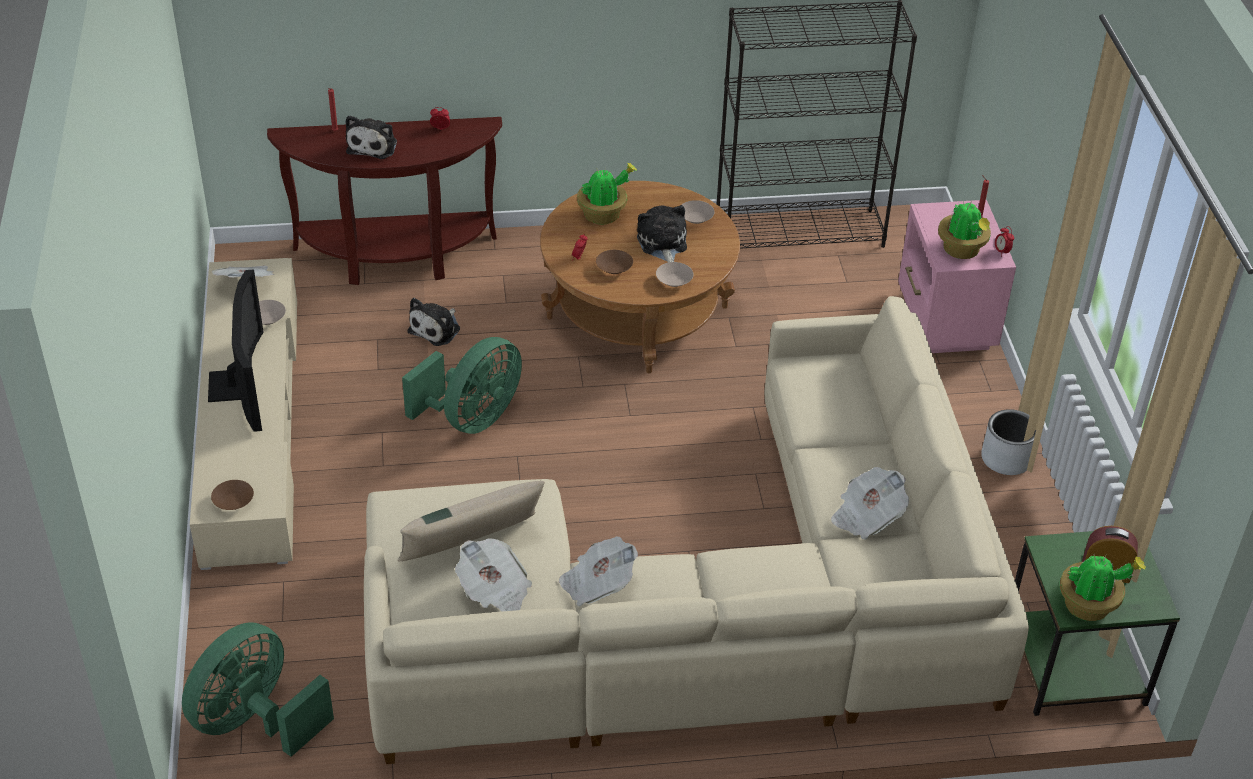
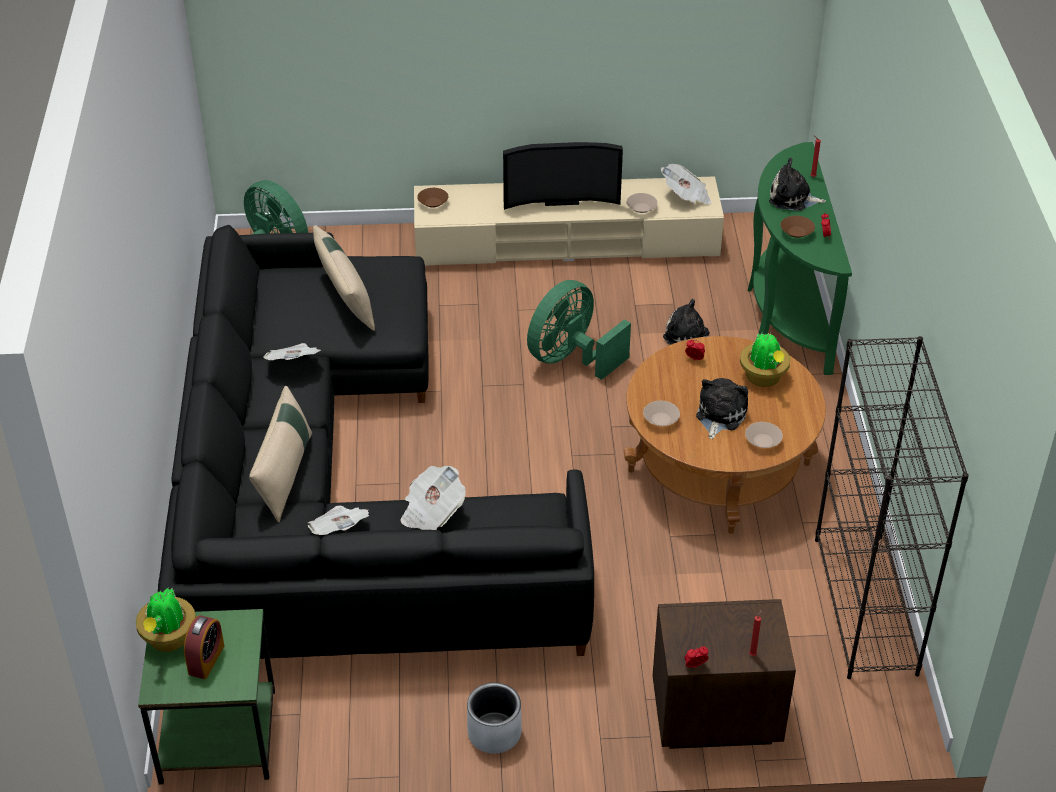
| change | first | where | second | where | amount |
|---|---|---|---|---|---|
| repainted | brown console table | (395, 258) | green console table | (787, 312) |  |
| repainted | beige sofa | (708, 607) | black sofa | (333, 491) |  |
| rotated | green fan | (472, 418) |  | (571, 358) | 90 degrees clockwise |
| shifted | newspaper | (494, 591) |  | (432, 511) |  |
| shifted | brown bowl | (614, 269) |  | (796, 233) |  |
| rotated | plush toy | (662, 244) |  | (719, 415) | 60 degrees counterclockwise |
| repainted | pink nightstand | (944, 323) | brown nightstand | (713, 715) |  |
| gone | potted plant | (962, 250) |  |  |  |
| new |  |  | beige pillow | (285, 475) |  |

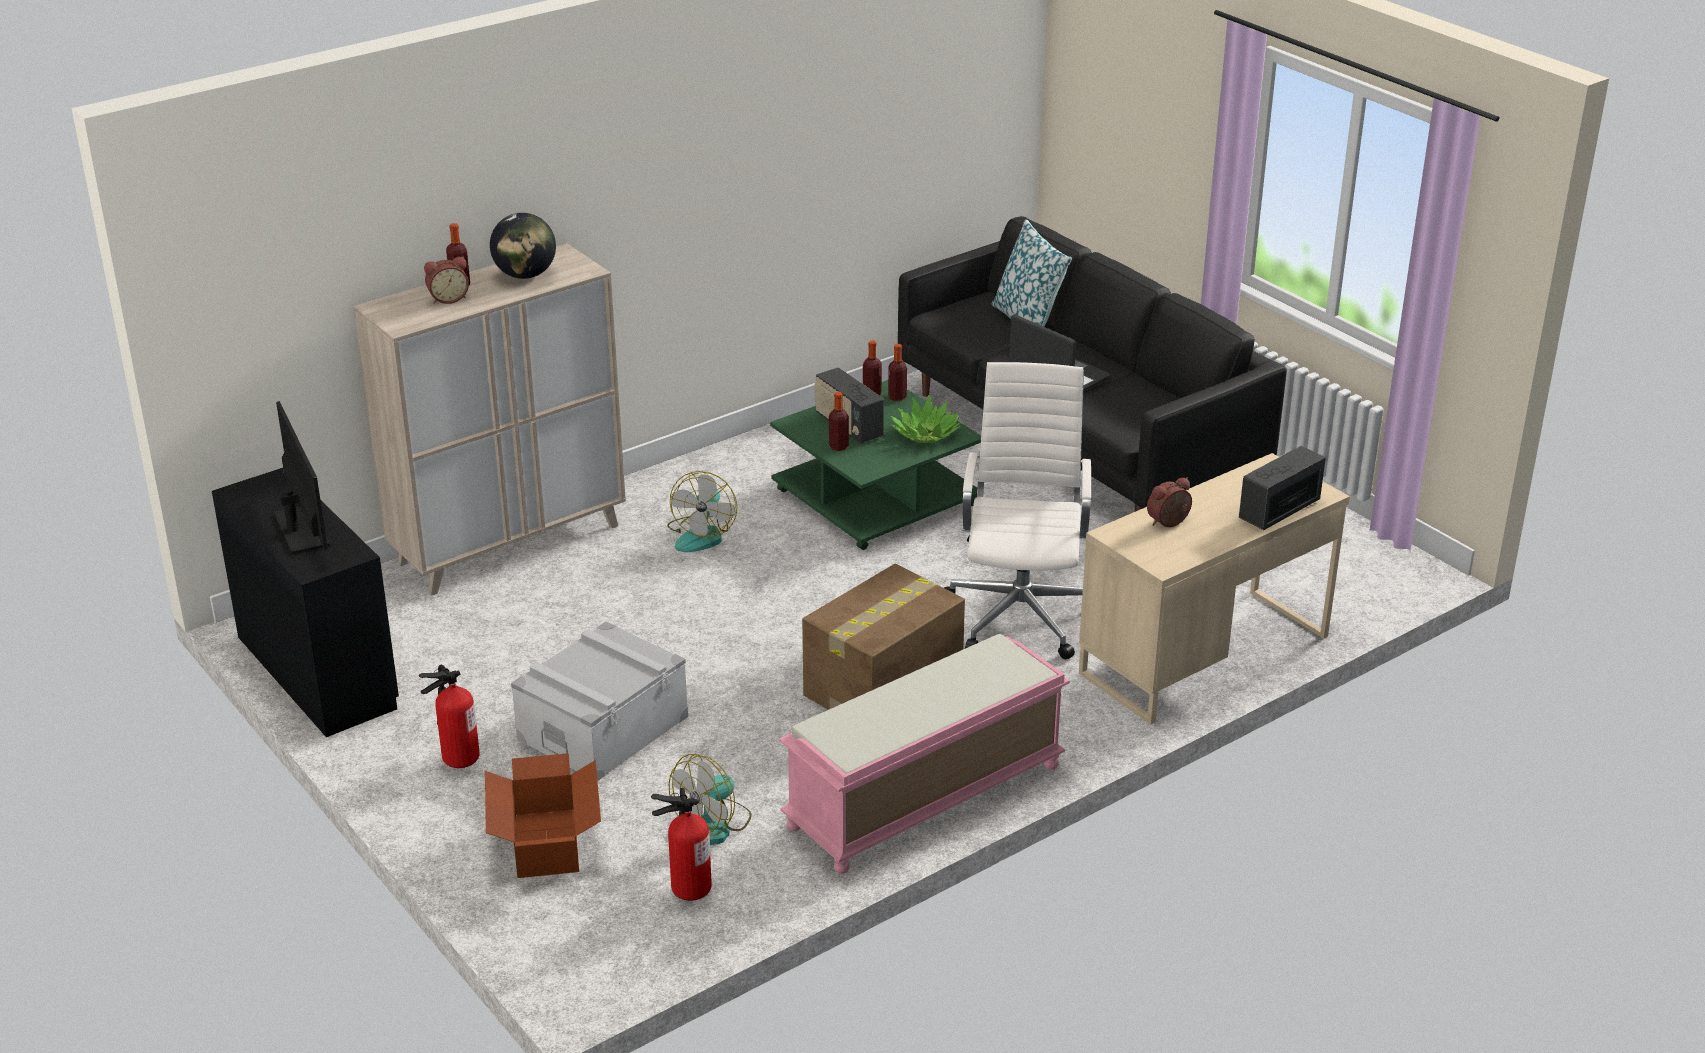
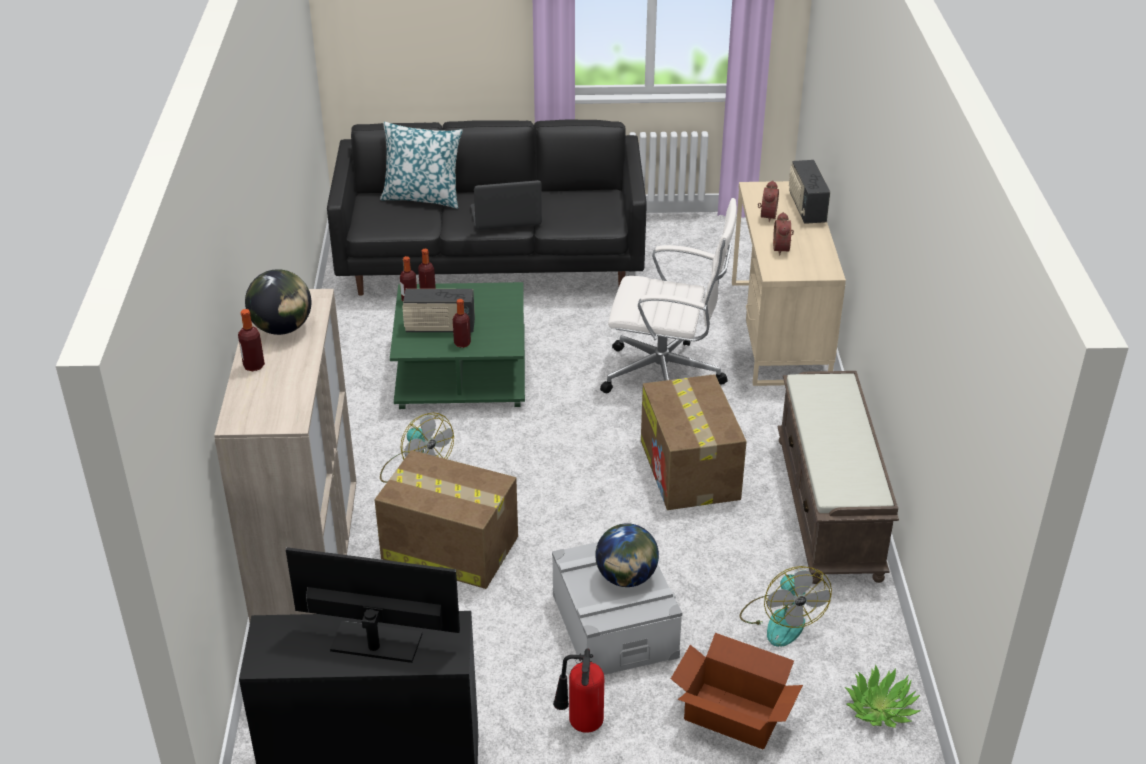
| change | first | where | second | where | amount |
|---|---|---|---|---|---|
| shifted | alarm clock | (448, 298) |  | (766, 215) |  |
| gone | fire extinguisher | (688, 888) |  |  |  |
| repainted | pink bench | (924, 798) | brown bench | (830, 508) |  |
| shifted | potted plant | (925, 434) |  | (880, 708) |  |
| rotated | white office chair | (1022, 613) |  | (666, 376) | 150 degrees clockwise |
| new |  |  | cardboard box | (448, 547) |  |
| new |  |  | globe | (626, 578) |  |

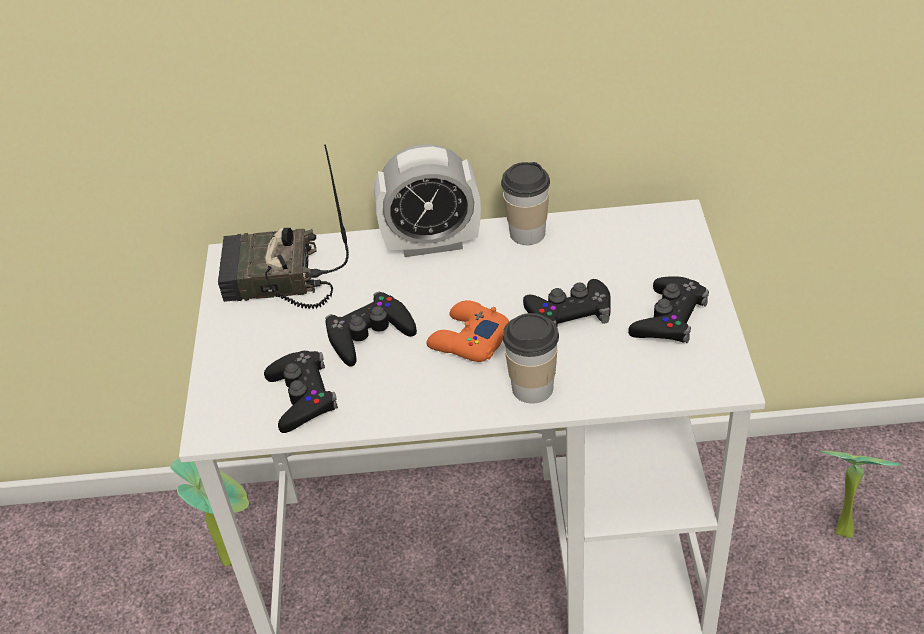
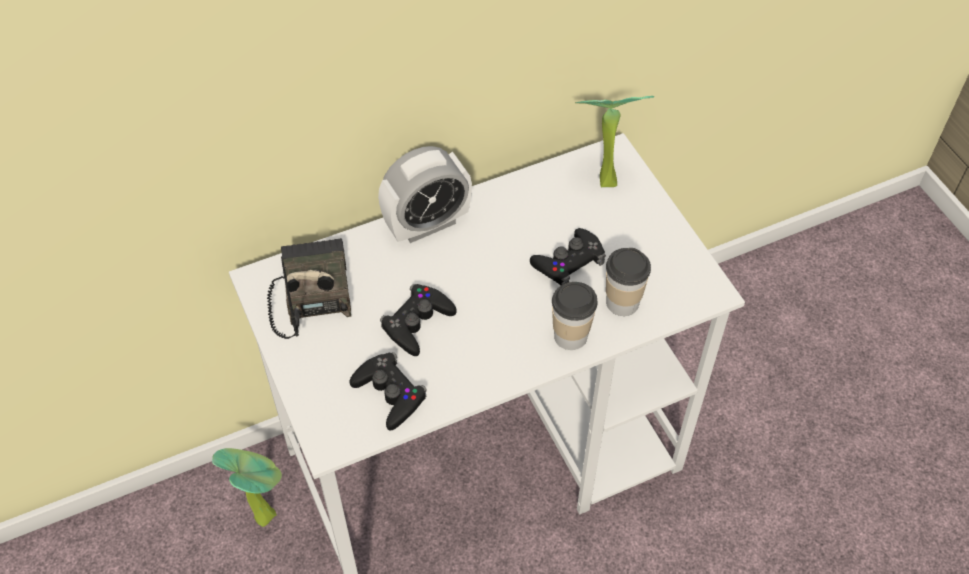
| change | first | where | second | where | amount |
|---|---|---|---|---|---|
| rotated | radio | (275, 282) |  | (310, 293) | 105 degrees clockwise |
| gone | orange game controller | (468, 339) |  |  |  |
| shifted | cup | (527, 233) |  | (622, 302) |  |
| gone | black game controller | (669, 318) |  |  |  |
| shifted | potted plant | (840, 525) |  | (602, 178) |  |

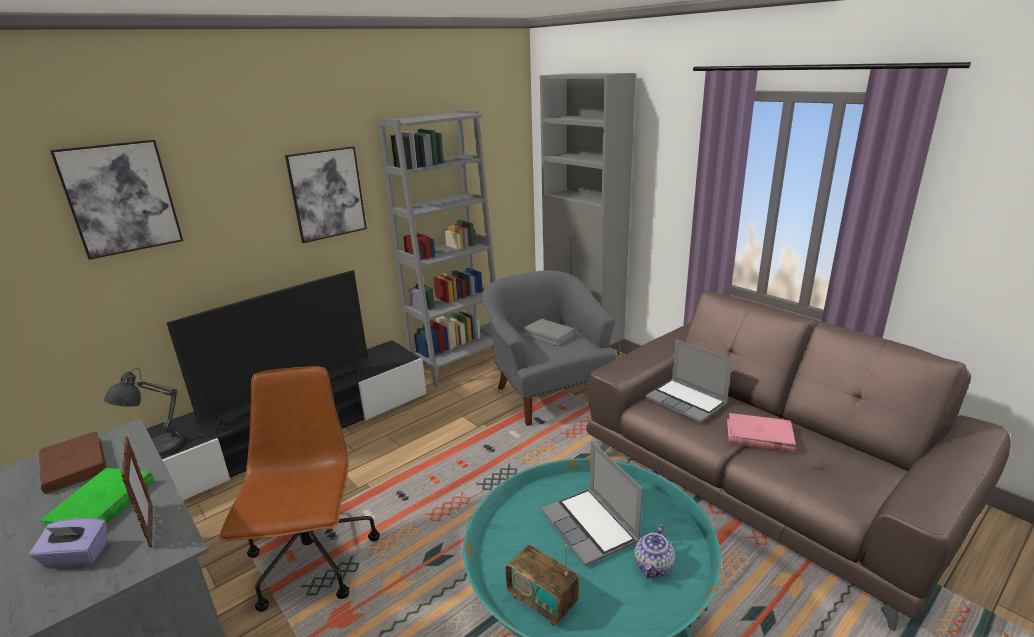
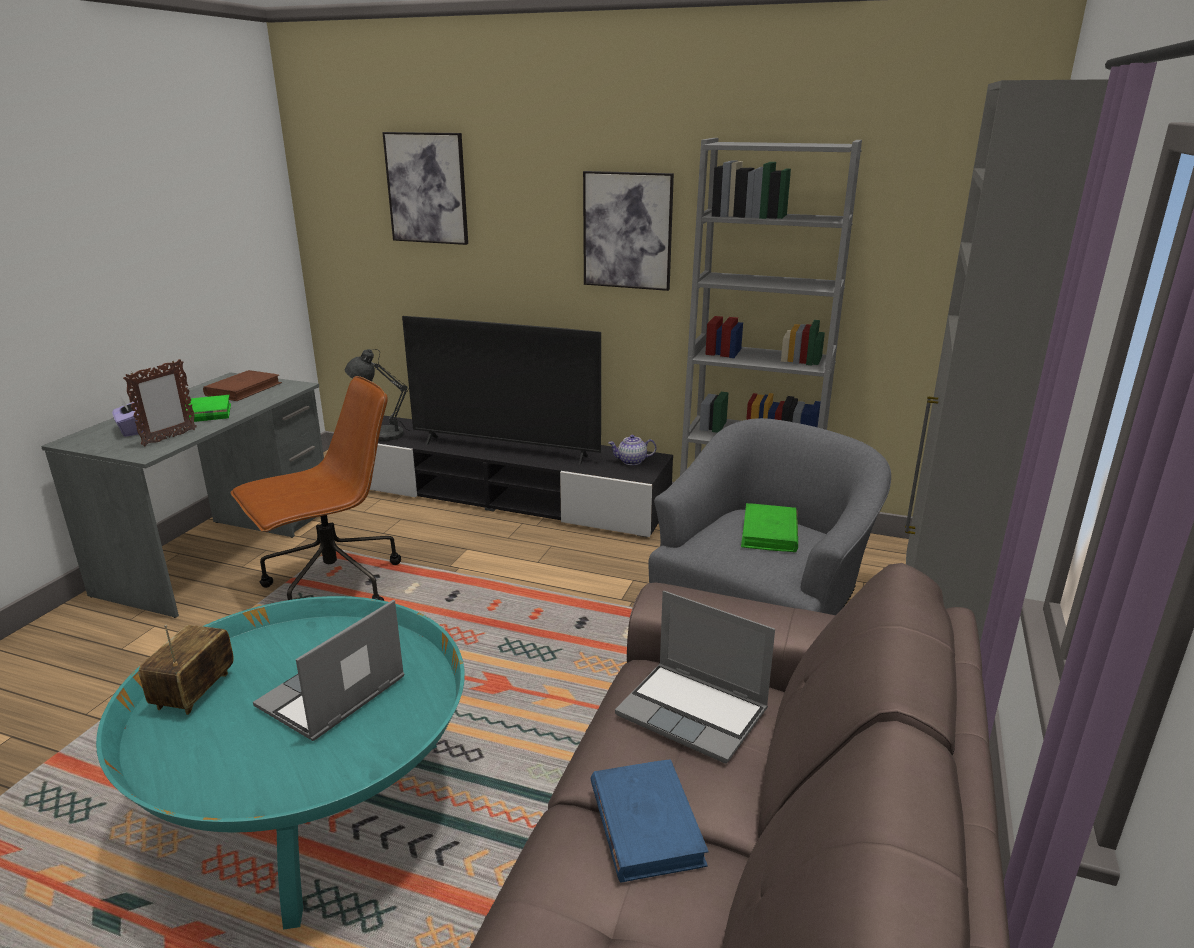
| change | first | where | second | where | amount |
|---|---|---|---|---|---|
| repainted | grey book | (549, 334) | green book | (769, 532) |  |
| shifted | teapot | (654, 566) |  | (631, 461) |  |
| rotated | laptop | (687, 401) |  | (694, 713) | 75 degrees counterclockwise |
| repainted | pink book | (759, 436) | blue book | (646, 823) |  |

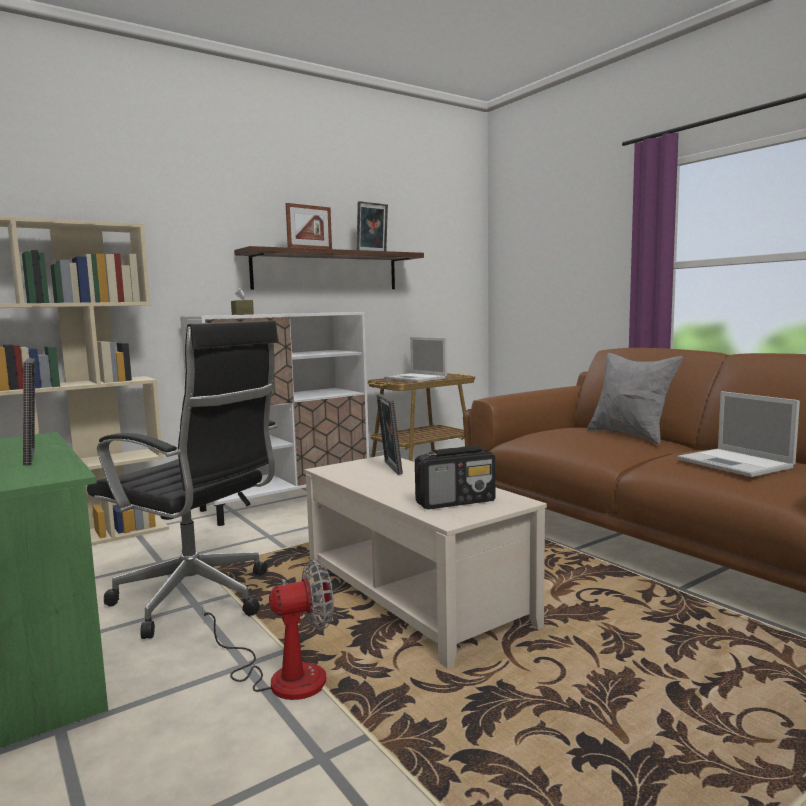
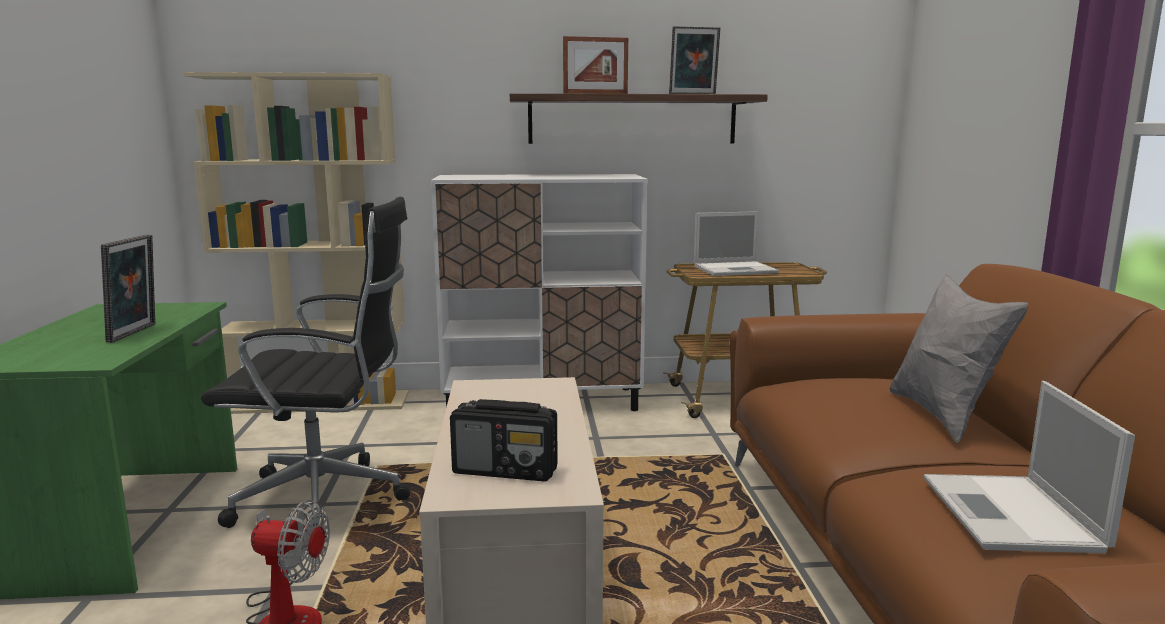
| change | first | where | second | where | amount |
|---|---|---|---|---|---|
| rotated | black office chair | (199, 600) |  | (328, 500) | 60 degrees counterclockwise |
| gone | brown tissue box | (242, 314) |  |  |  |
| gone | picture frame | (390, 468) |  |  |  |
| rotated | laptop | (416, 378) |  | (736, 269) | 90 degrees counterclockwise |

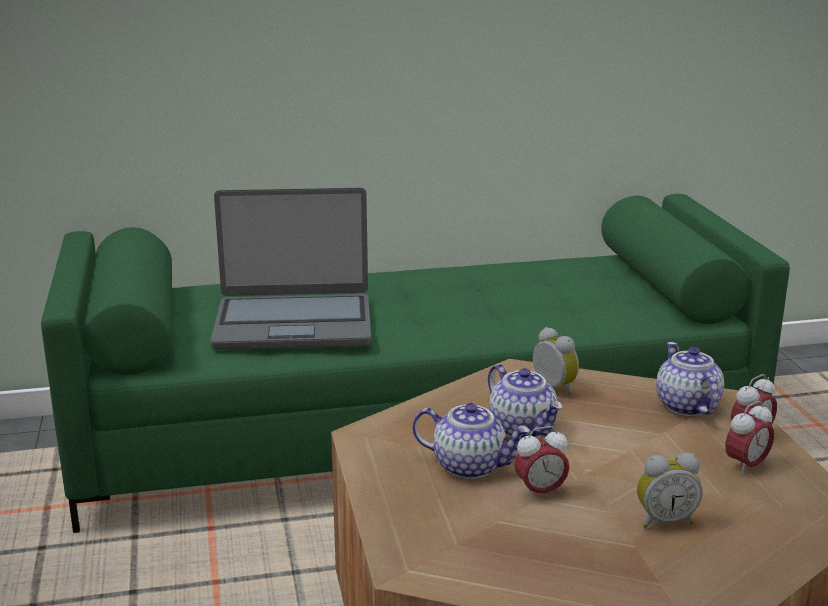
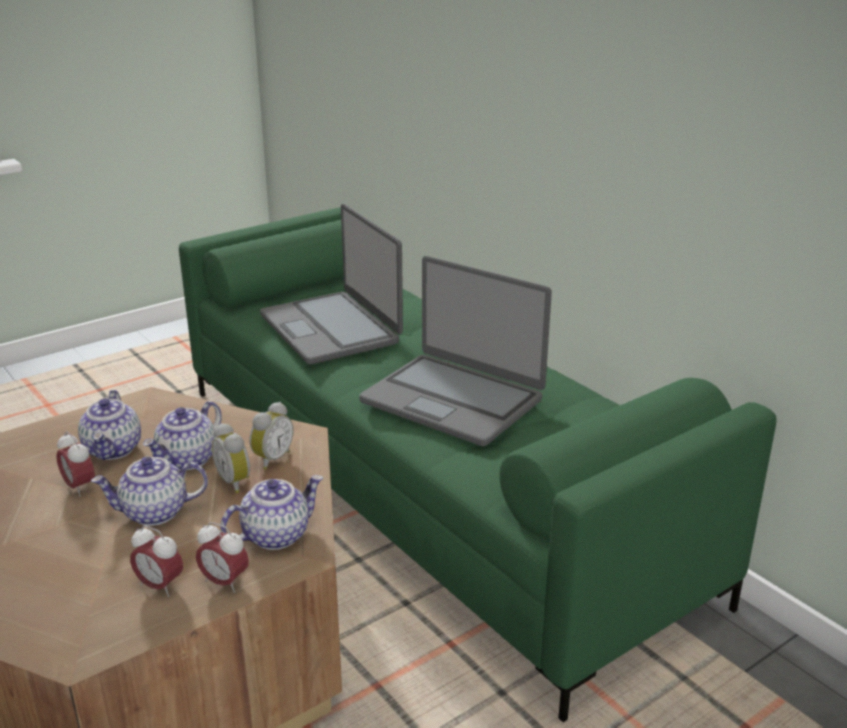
| change | first | where | second | where | amount |
|---|---|---|---|---|---|
| shifted | alarm clock | (664, 520) |  | (236, 482) |  |
| new |  |  | teapot | (154, 513) |  |
| new |  |  | laptop | (453, 400) |  |

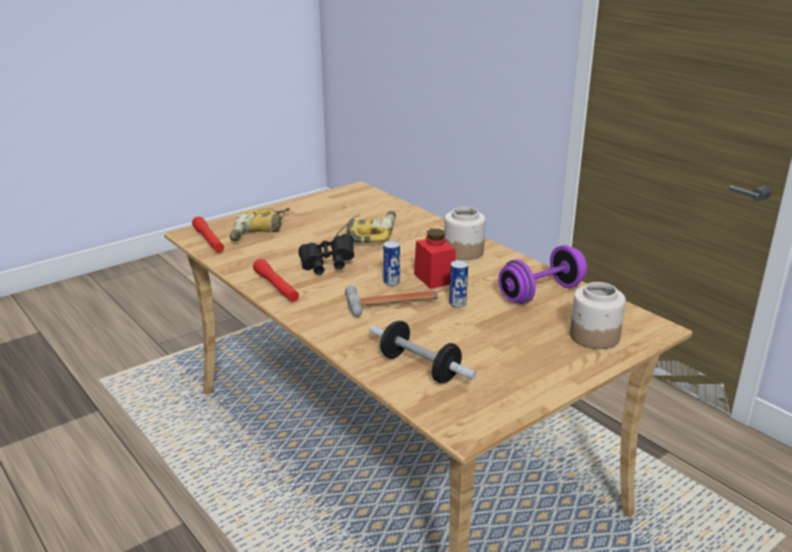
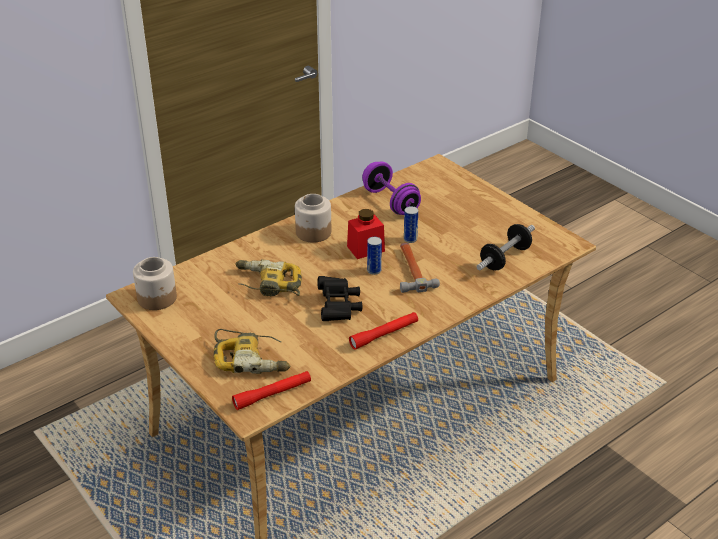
| change | first | where | second | where | amount |
|---|---|---|---|---|---|
| shifted | jar | (594, 337) |  | (157, 298) |  |

